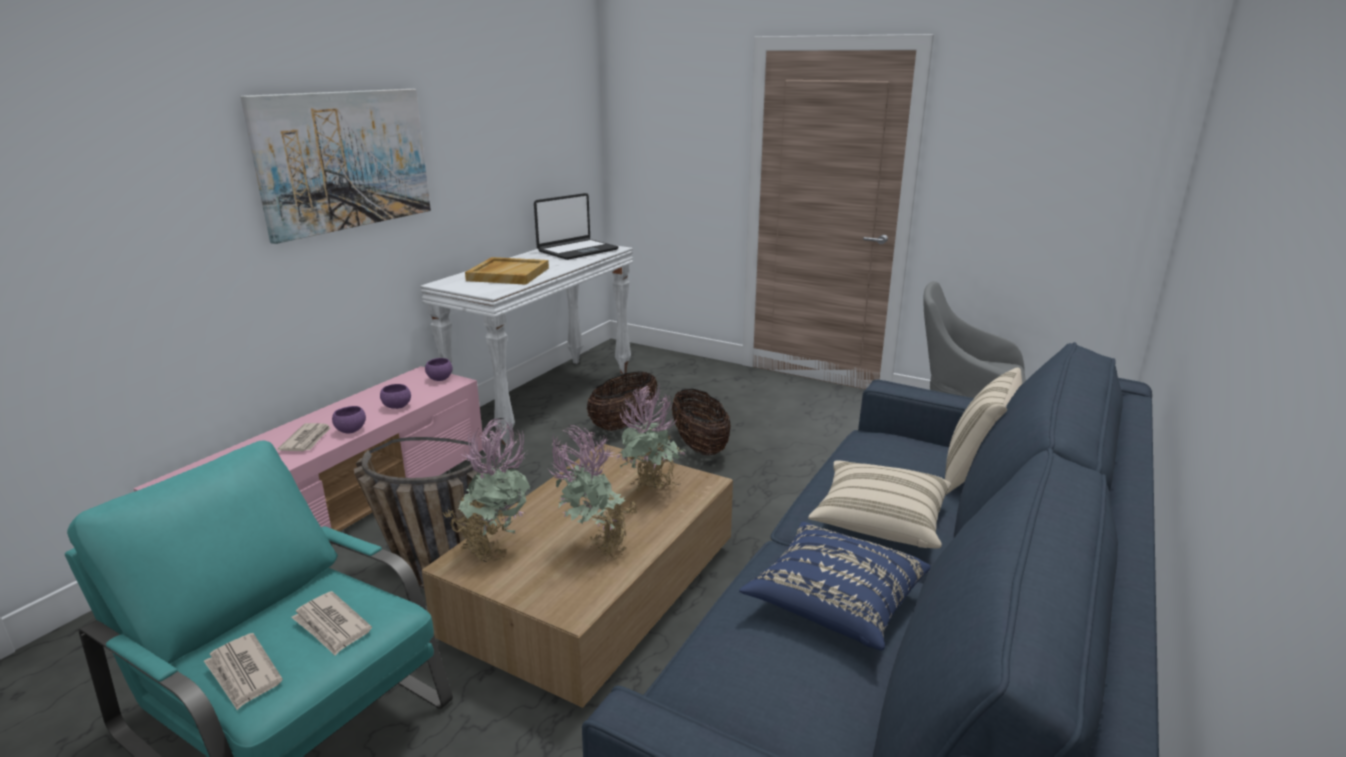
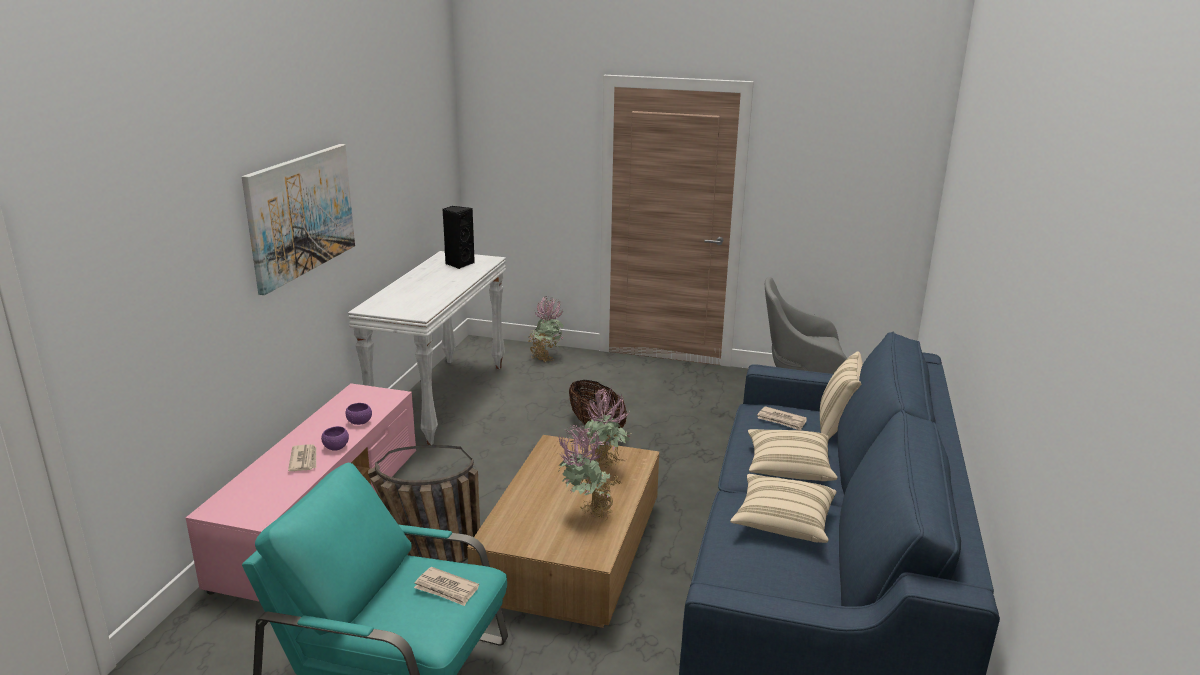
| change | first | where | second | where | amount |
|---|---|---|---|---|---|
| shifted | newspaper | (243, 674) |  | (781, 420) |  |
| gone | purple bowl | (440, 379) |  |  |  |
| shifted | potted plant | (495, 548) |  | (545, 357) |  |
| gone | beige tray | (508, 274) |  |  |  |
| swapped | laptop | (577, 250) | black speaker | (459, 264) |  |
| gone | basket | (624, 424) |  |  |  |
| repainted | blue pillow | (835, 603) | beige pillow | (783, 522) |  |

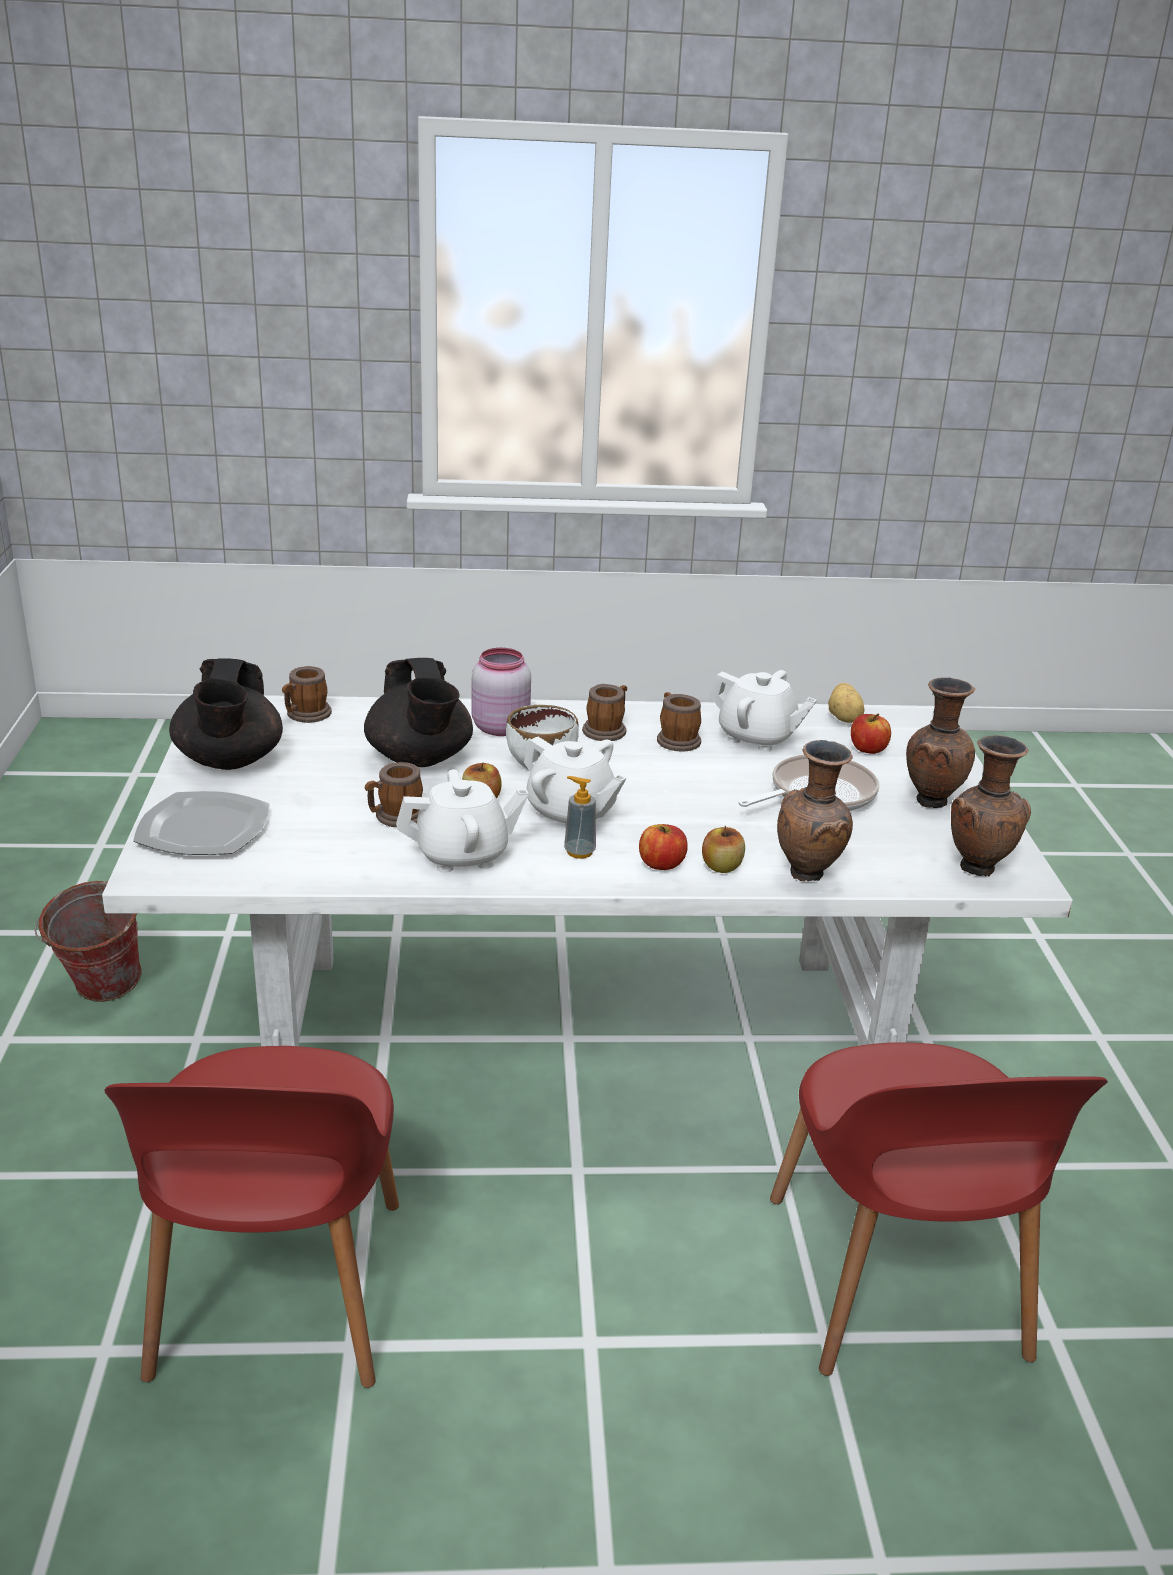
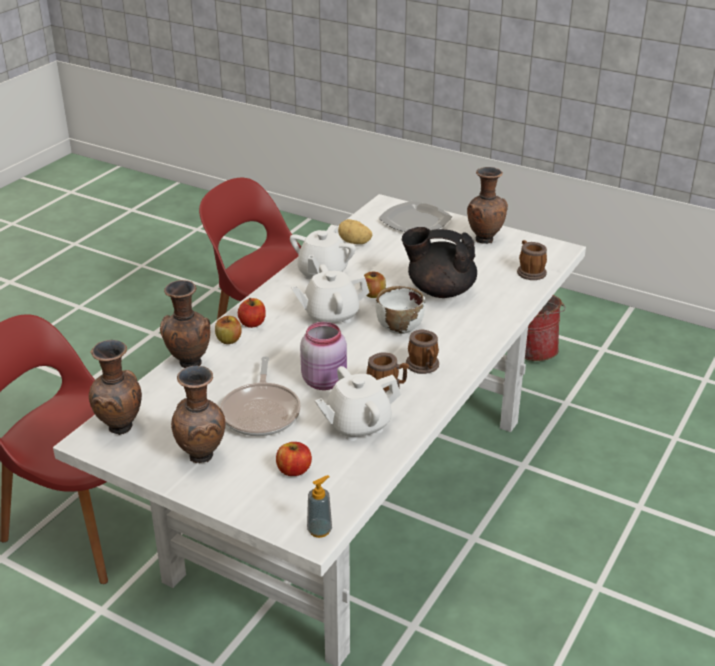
| change | first | where | second | where | amount |
|---|---|---|---|---|---|
| swapped | black teapot | (229, 761) | brown vase | (484, 239) |  |
| gone | mug | (395, 817) |  |  |  |
| shifted | pink jar | (499, 727) |  | (325, 381) |  |
| shifted | soap dispenser | (579, 852) |  | (319, 530) |  |
| shifted | potato | (844, 718) |  | (354, 242) |  |

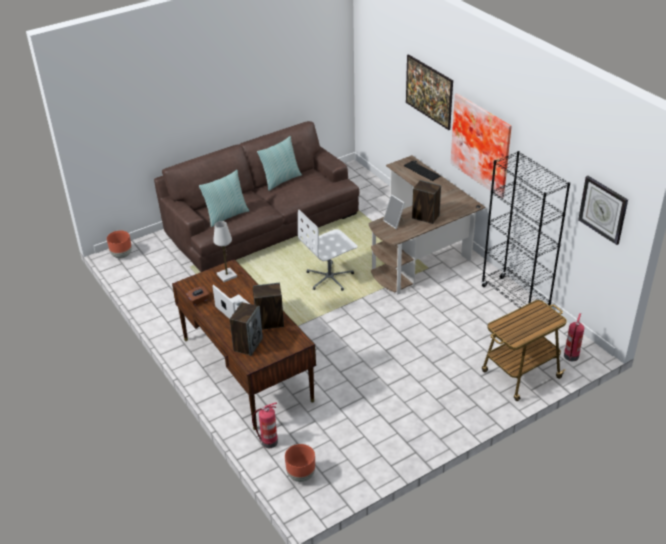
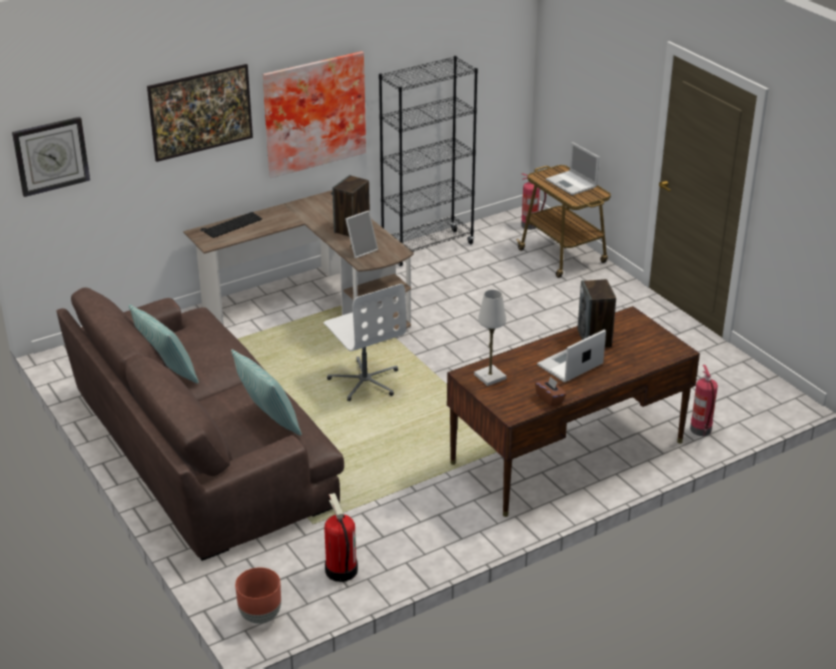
| change | first | where | second | where | amount |
|---|---|---|---|---|---|
| gone | speaker | (248, 344) |  |  |  |
| gone | brown planter | (301, 475) |  |  |  |
| shifted | wall clock | (603, 209) |  | (51, 156) |  |
| new |  |  | fire extinguisher | (340, 570) |  |
| new |  |  | laptop | (572, 183) |  |

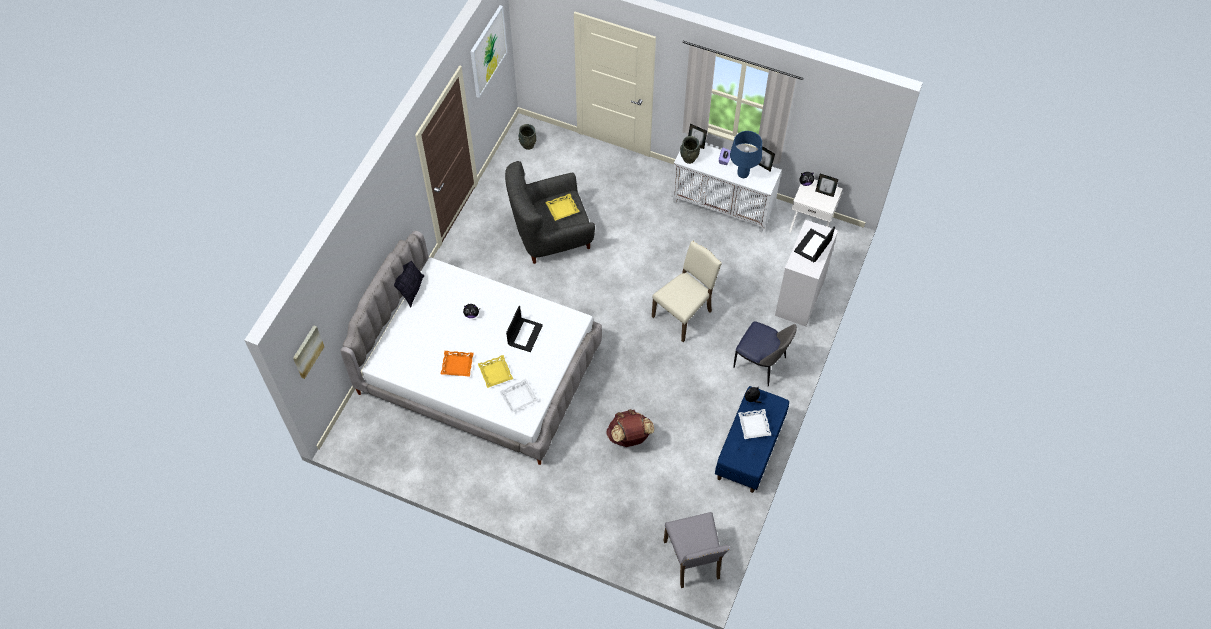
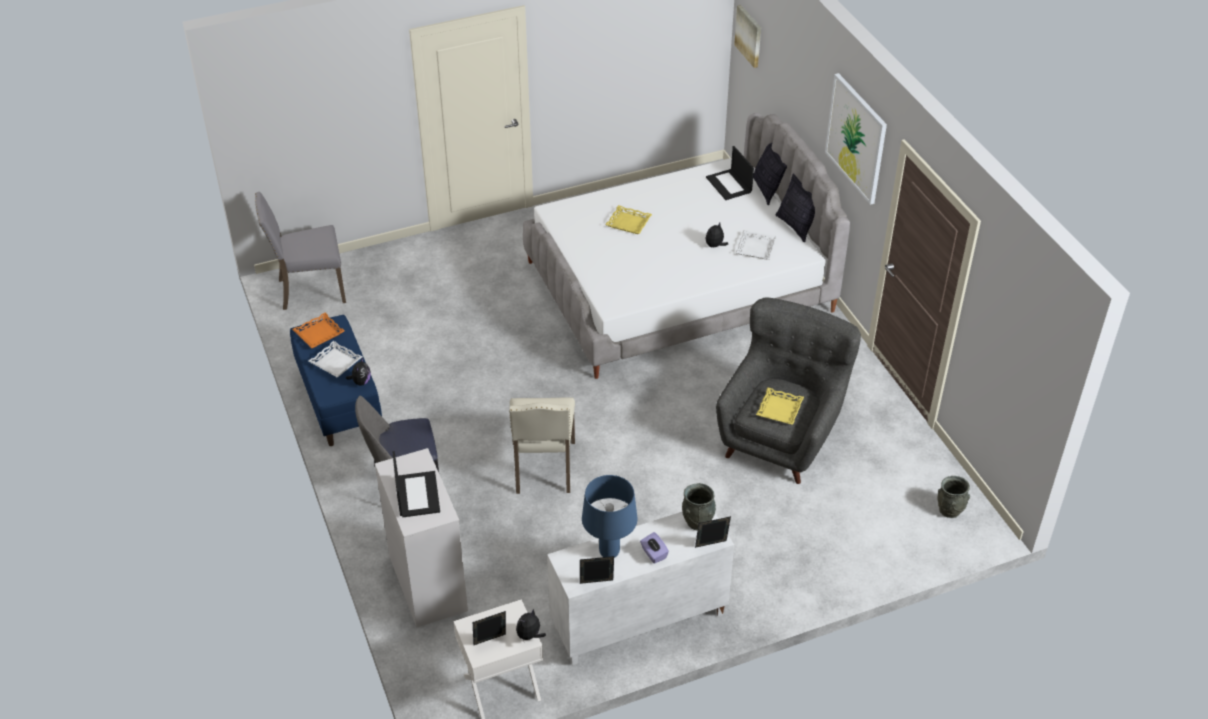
| change | first | where | second | where | amount |
|---|---|---|---|---|---|
| shifted | orange tray | (457, 365) |  | (319, 334) |  |
| shifted | picture | (488, 51) |  | (856, 138) |  |
| shifted | white tray | (519, 397) |  | (755, 248) |  |
| shifted | laptop | (525, 334) |  | (729, 185) |  |
| gone | brown backpack | (629, 437) |  |  |  |
| rotated | grey chair | (693, 560) |  | (310, 290) | 45 degrees counterclockwise |
| new |  |  | pillow | (767, 190) |  |

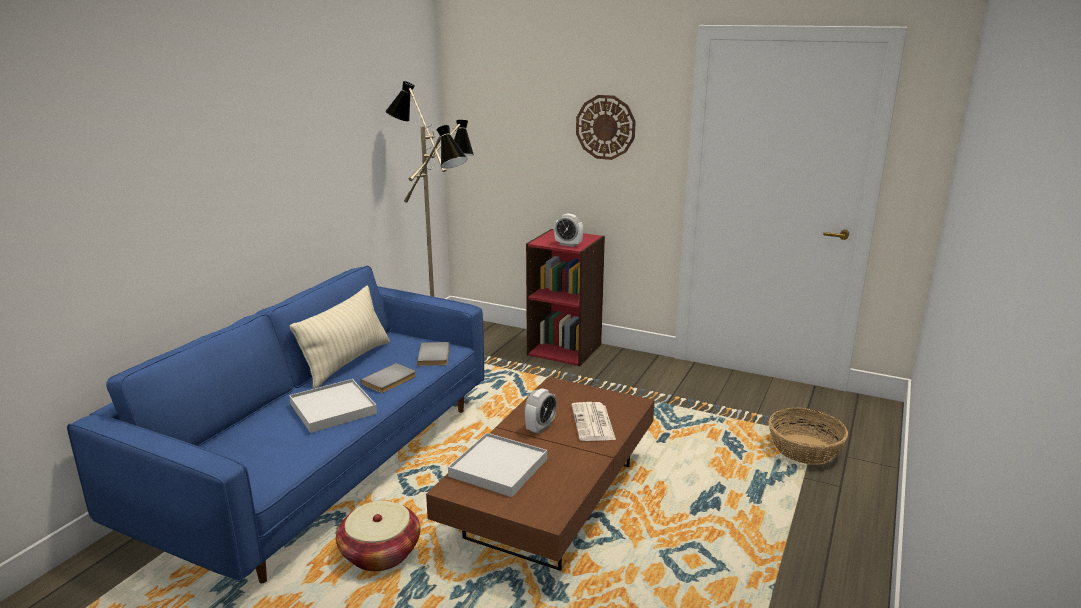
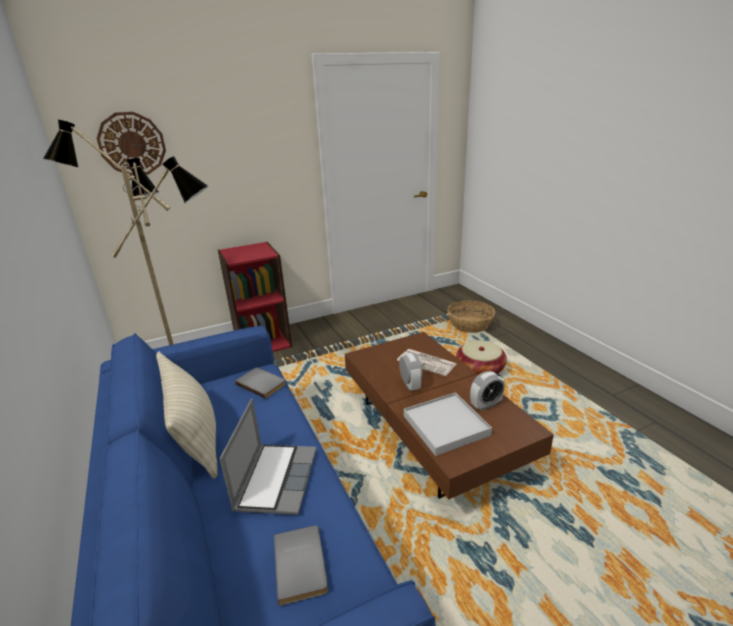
| change | first | where | second | where | amount |
|---|---|---|---|---|---|
| swapped | white tray | (333, 408) | laptop | (276, 478) |  |
| shifted | basket | (380, 553) |  | (480, 370) |  |
| shifted | grey book | (390, 380) |  | (302, 564) |  |
| shifted | alarm clock | (568, 244) |  | (485, 405) |  |
| shifted | wall clock | (605, 127) |  | (132, 144) |  |

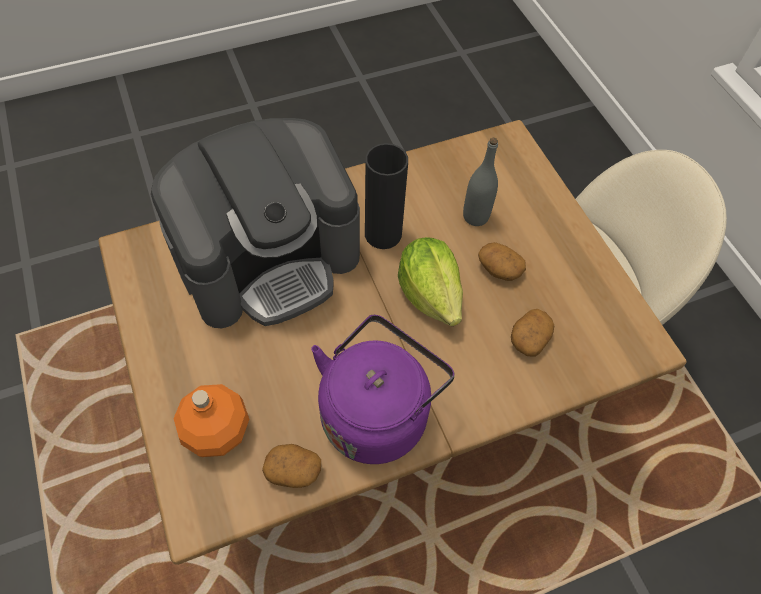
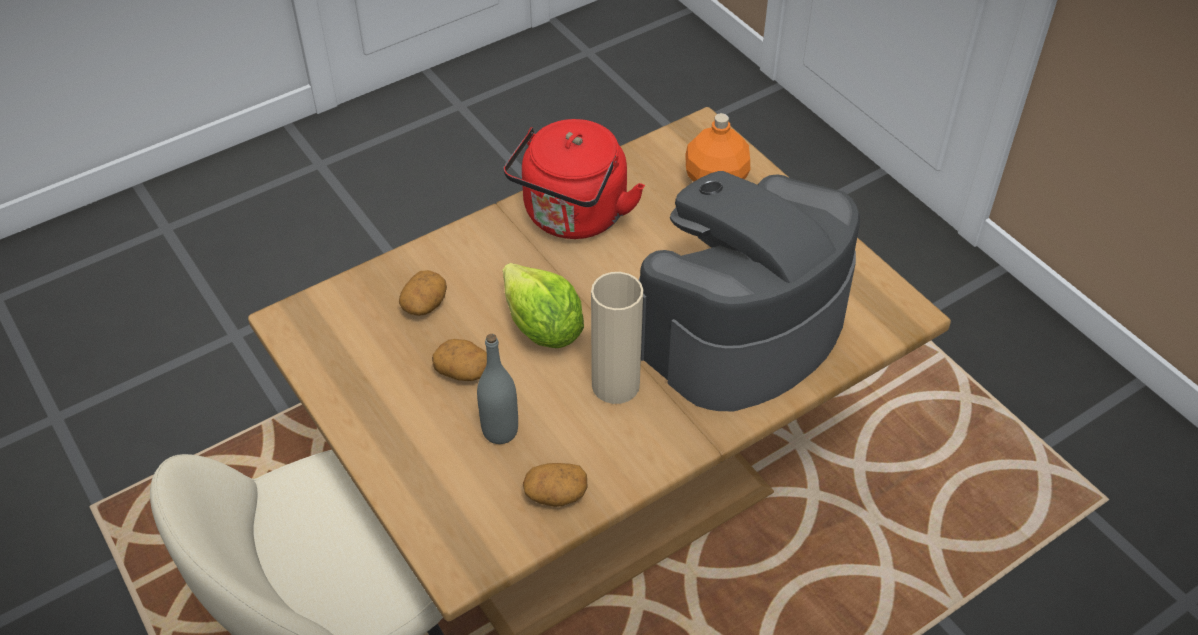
| change | first | where | second | where | amount |
|---|---|---|---|---|---|
| shifted | potato | (294, 470) |  | (555, 494) |  |
| repainted | purple kettle | (377, 412) | red kettle | (573, 217) |  |
| repainted | black vase | (383, 234) | beige vase | (615, 385) |  |

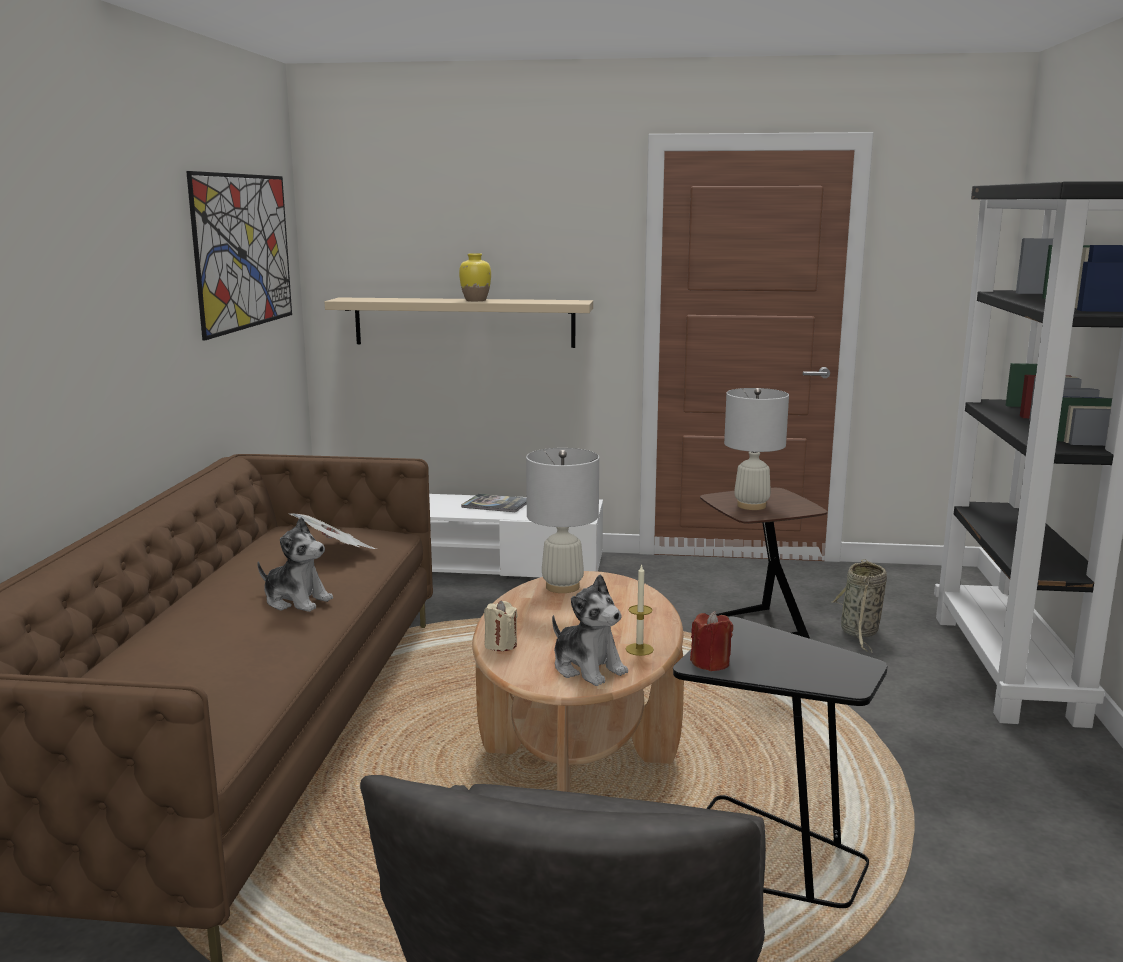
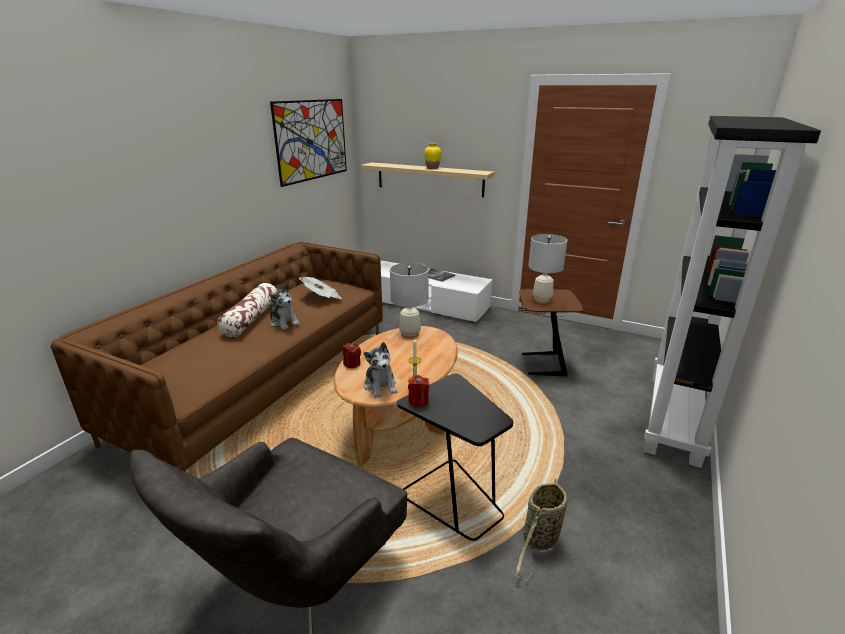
| change | first | where | second | where | amount |
|---|---|---|---|---|---|
| repainted | beige candle | (500, 645) | red candle | (352, 364) |  |
| shifted | basket | (859, 633) |  | (539, 541) |  |
| new |  |  | pillow | (251, 318) |  |

